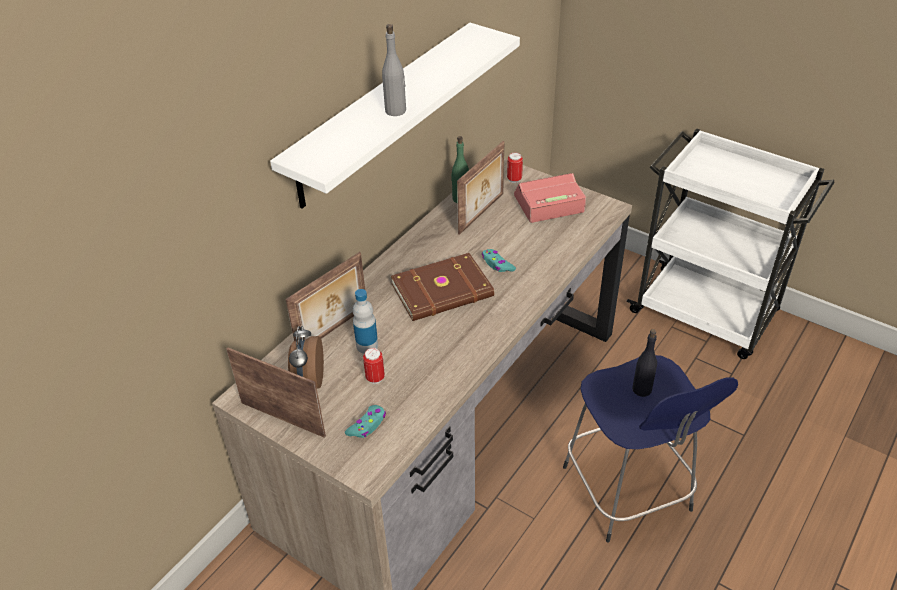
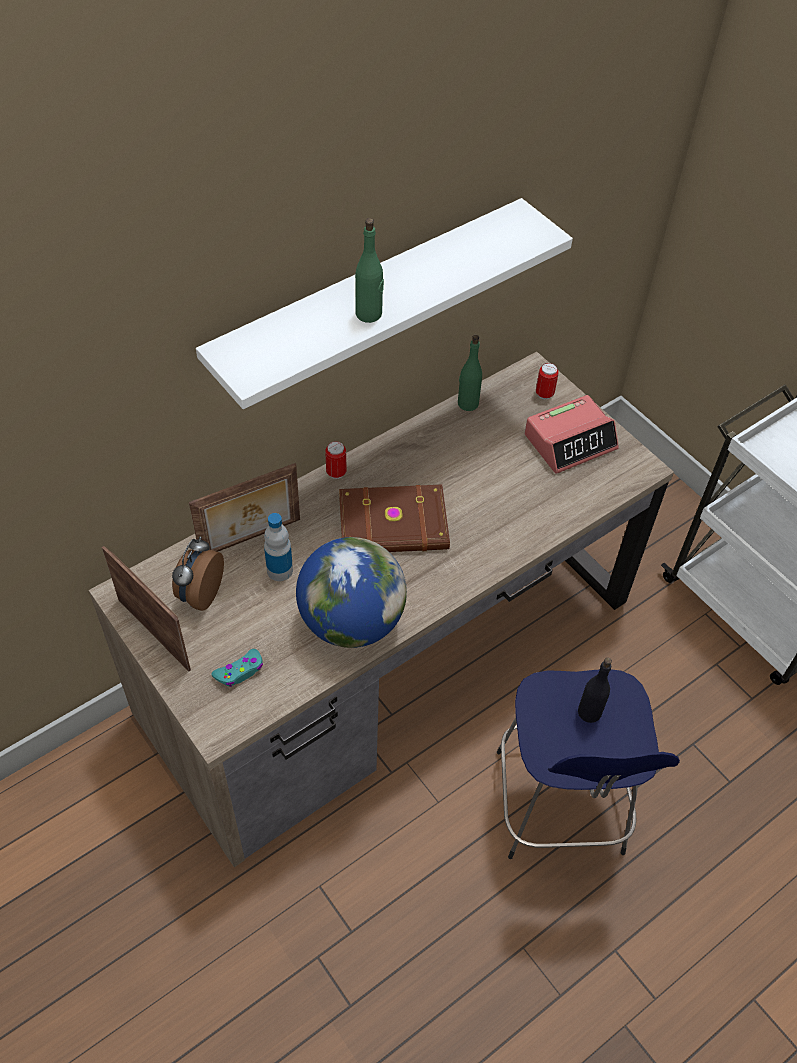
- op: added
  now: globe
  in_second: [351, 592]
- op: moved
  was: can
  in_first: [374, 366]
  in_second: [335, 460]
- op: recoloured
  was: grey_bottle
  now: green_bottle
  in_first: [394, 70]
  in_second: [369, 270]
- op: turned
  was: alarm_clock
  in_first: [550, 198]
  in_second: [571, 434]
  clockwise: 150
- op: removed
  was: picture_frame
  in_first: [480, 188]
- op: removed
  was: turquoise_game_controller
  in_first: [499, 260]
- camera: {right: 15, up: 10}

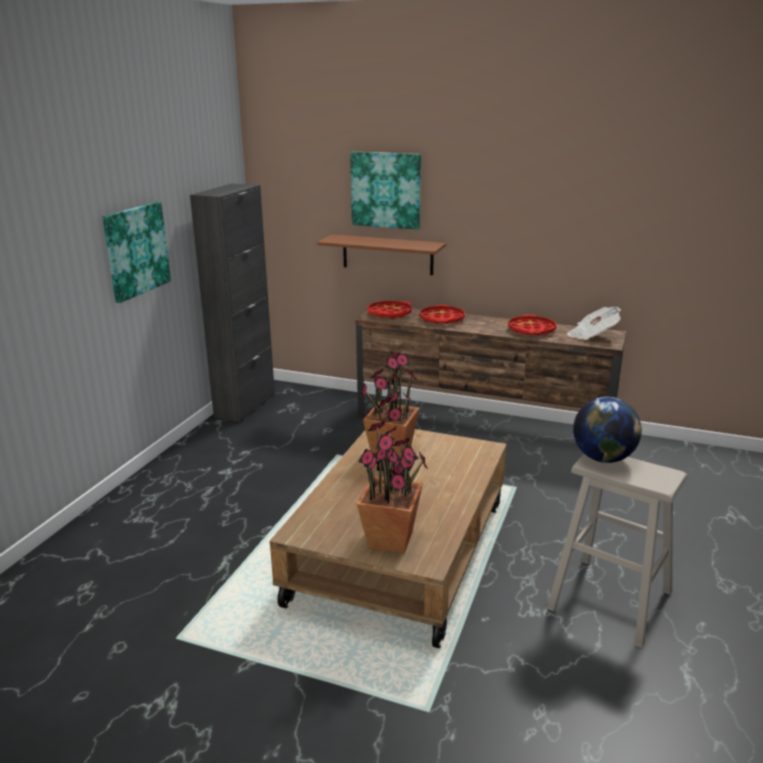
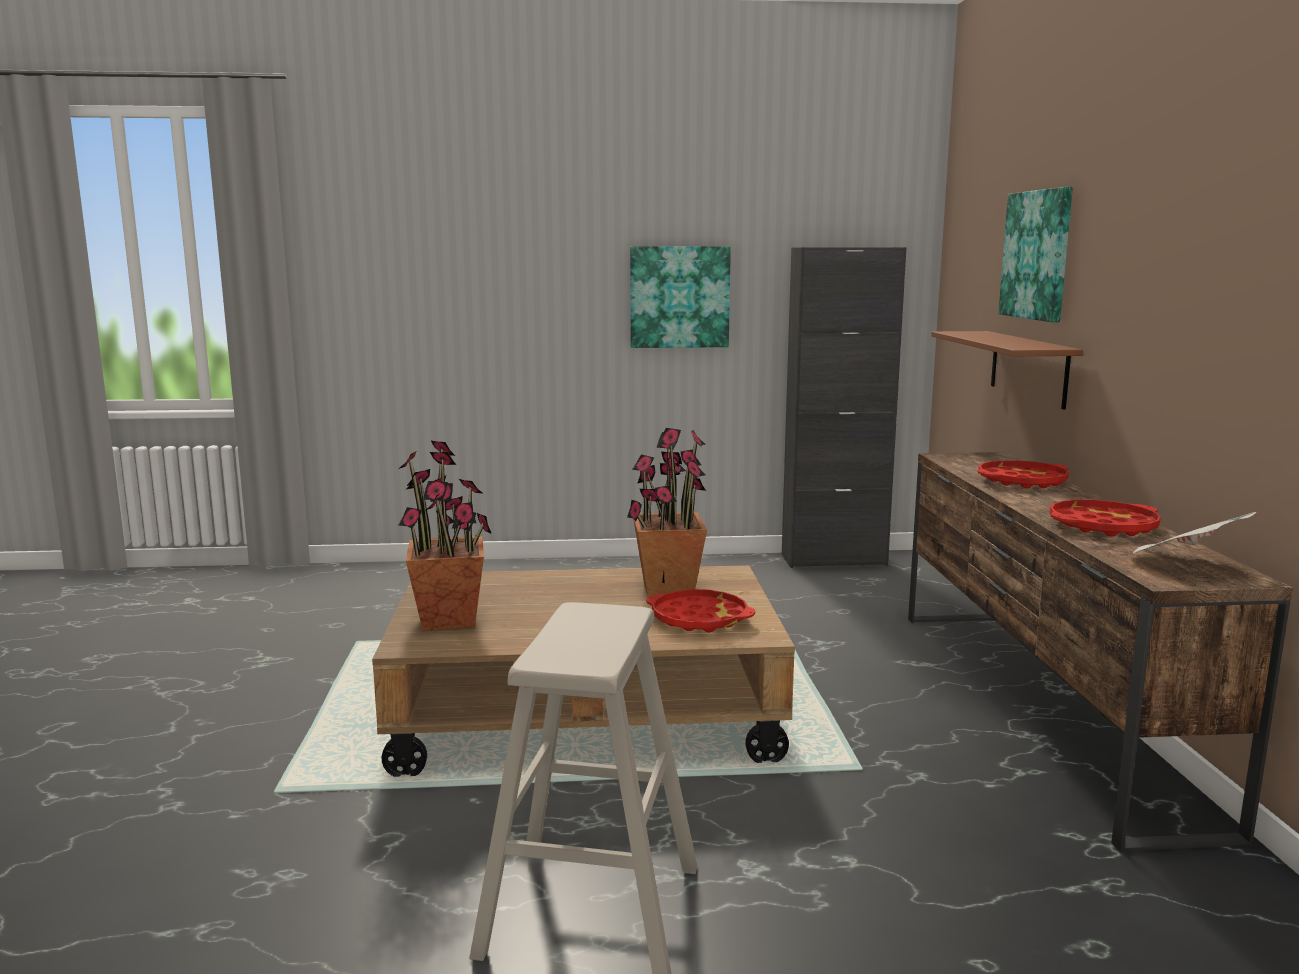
- op: moved
  was: red_tray
  in_first: [389, 310]
  in_second: [700, 610]
- op: removed
  was: globe
  in_first: [607, 430]
- camera: {right: 65, up: -10}

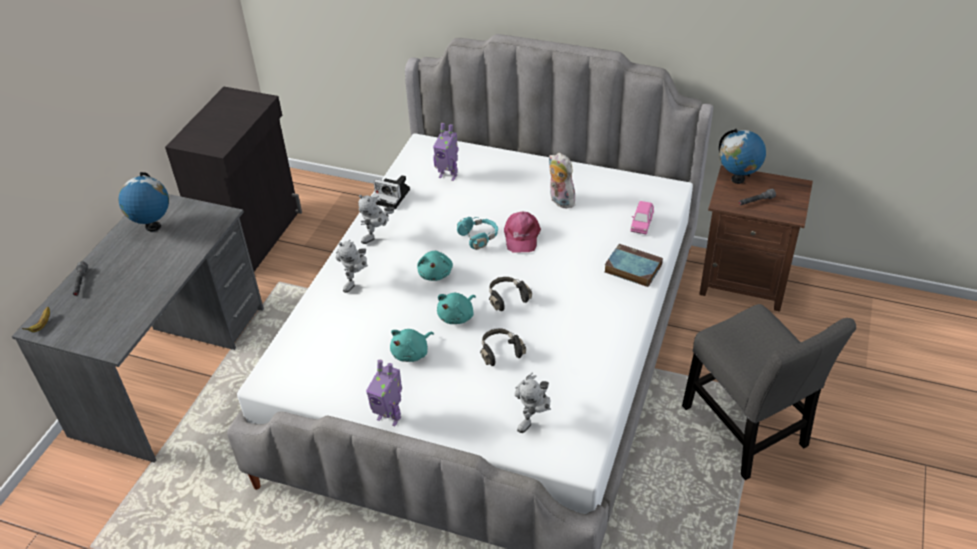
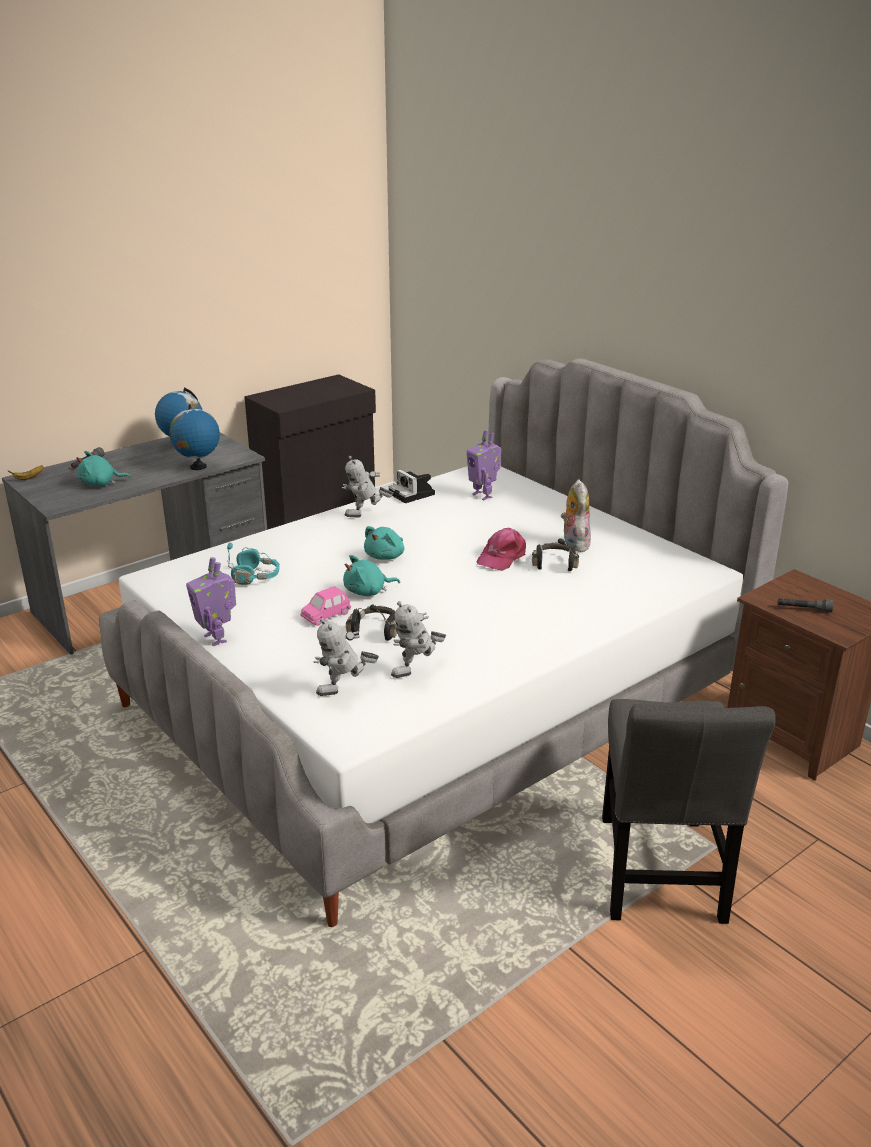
- op: moved
  was: turquoise_plush_toy
  in_first: [412, 345]
  in_second: [103, 468]
- op: moved
  was: globe
  in_first: [742, 156]
  in_second: [194, 437]
- op: moved
  was: turquoise_headphones
  in_first: [477, 233]
  in_second: [253, 564]
- op: moved
  was: pink_toy_car
  in_first: [642, 217]
  in_second: [325, 606]
- op: moved
  was: toy_robot
  in_first: [352, 266]
  in_second: [418, 639]
- op: moved
  was: black_headphones
  in_first: [510, 294]
  in_second: [555, 554]
- op: removed
  was: book
  in_first: [633, 265]
- camera: {right: 30, up: -15}

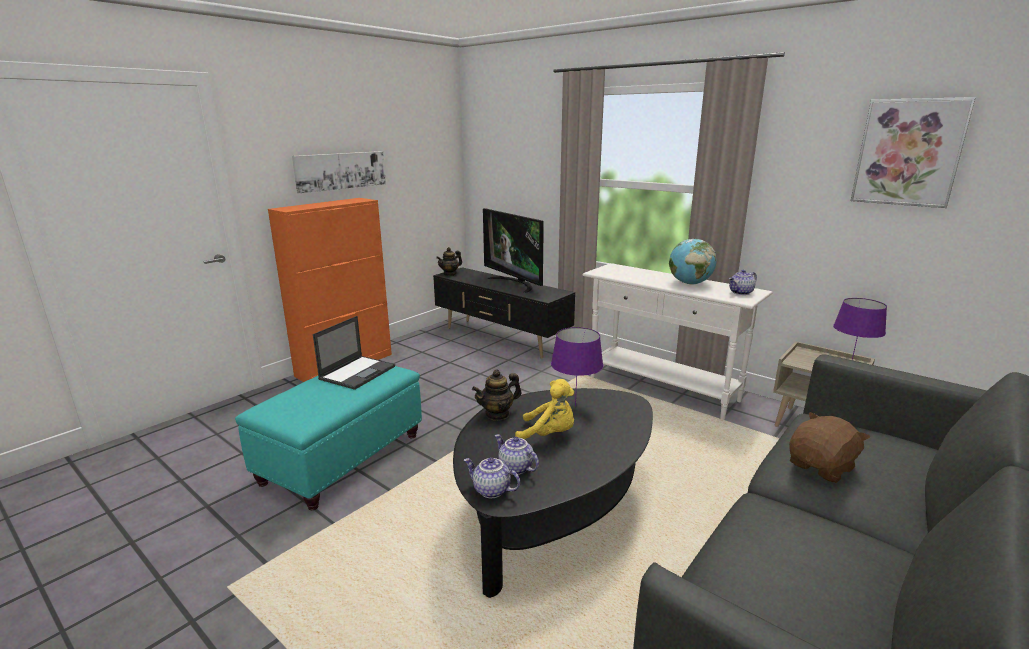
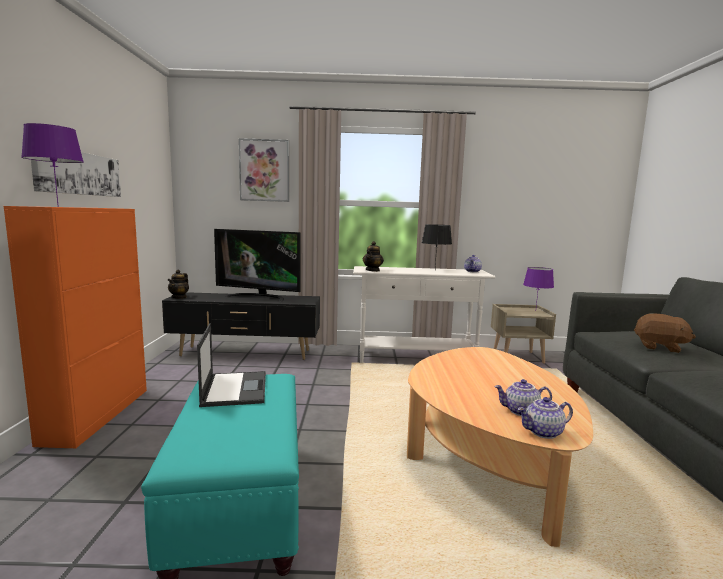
- op: moved
  was: purple_table_lamp
  in_first: [577, 366]
  in_second: [52, 165]
- op: moved
  was: picture
  in_first: [913, 152]
  in_second: [264, 170]
- op: moved
  was: teapot
  in_first: [496, 395]
  in_second: [373, 256]
- op: recoloured
  was: black_coffee_table
  now: beige_coffee_table
  in_first: [553, 493]
  in_second: [500, 447]
- op: replaced
  was: globe
  now: black_table_lamp
  in_first: [692, 262]
  in_second: [437, 245]
- op: turned
  was: brown_plush_toy
  in_first: [829, 447]
  in_second: [665, 333]
  clockwise: 105
- op: removed
  was: yellow_plush_toy
  in_first: [544, 409]
- camera: {right: -40, up: -10}

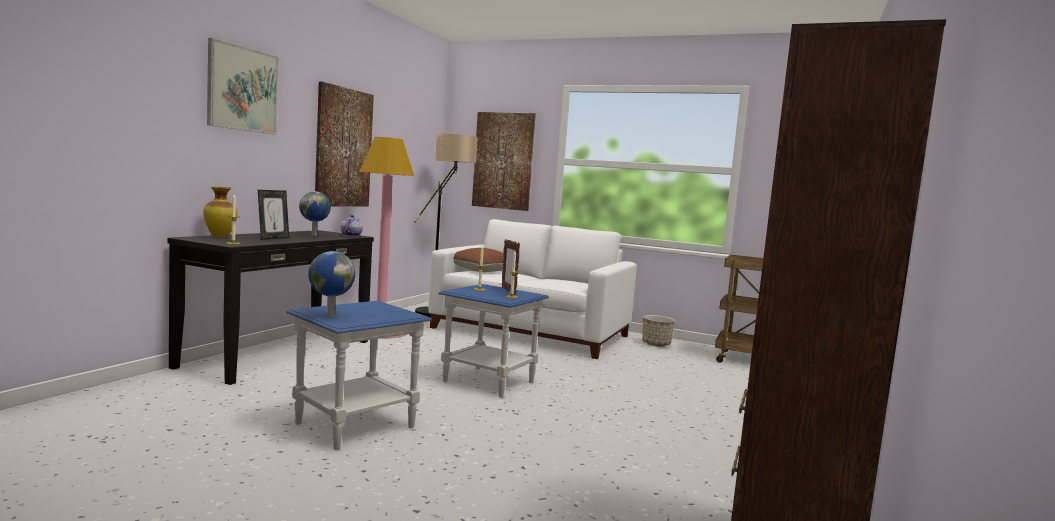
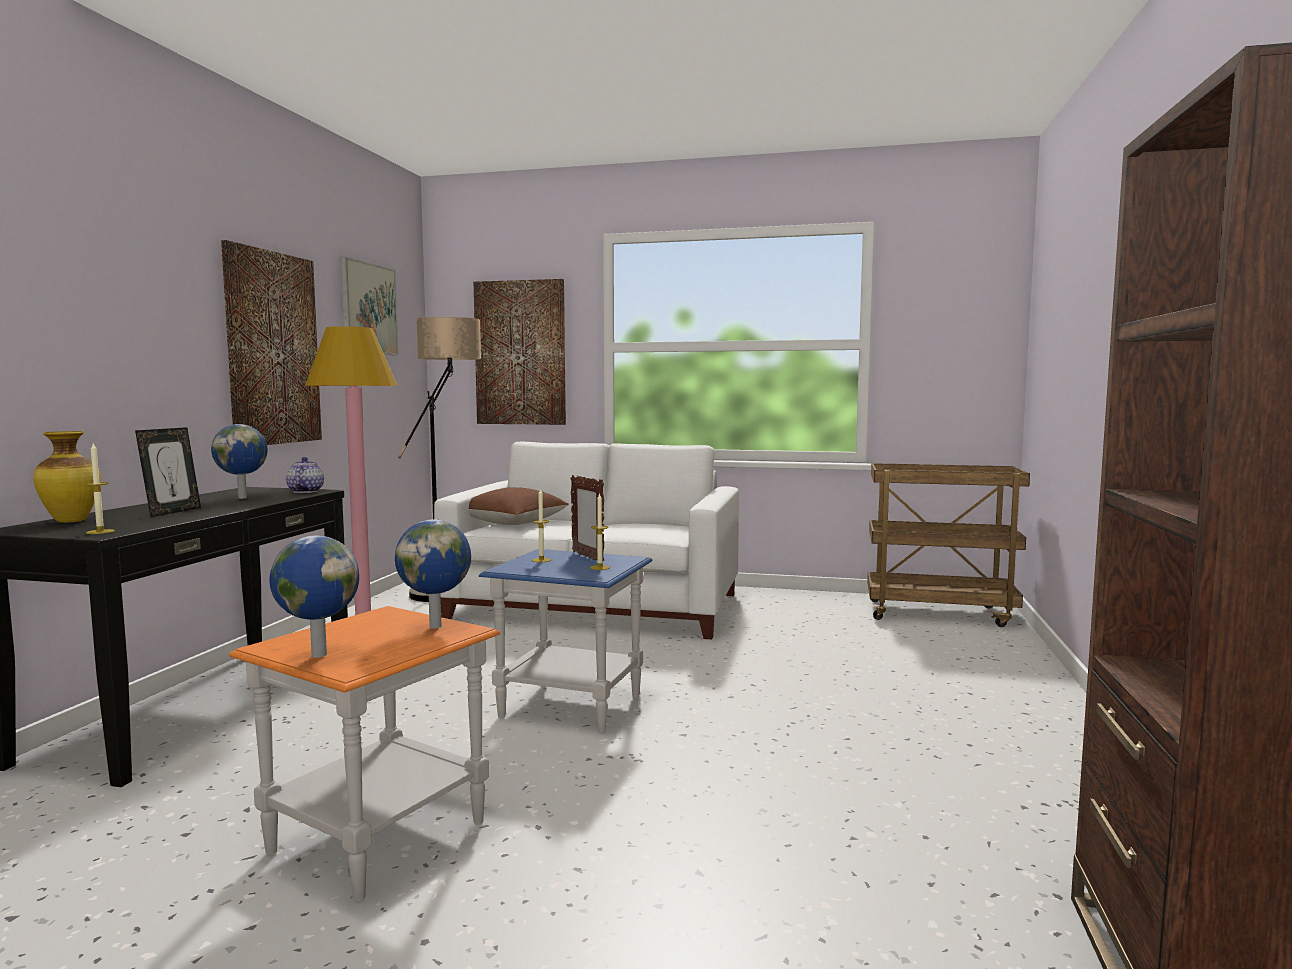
- op: recoloured
  was: blue_side_table
  now: orange_side_table
  in_first: [359, 375]
  in_second: [364, 753]
- op: moved
  was: picture
  in_first: [242, 86]
  in_second: [370, 306]
- op: added
  now: globe
  in_second: [433, 573]
- op: removed
  was: planter
  in_first: [658, 331]
- camera: {right: -10, up: 0}

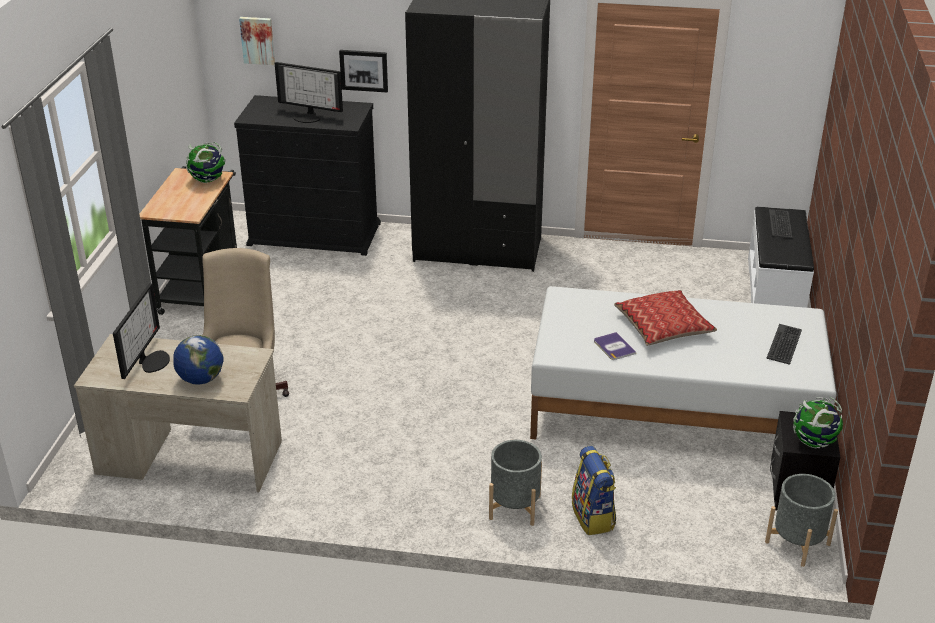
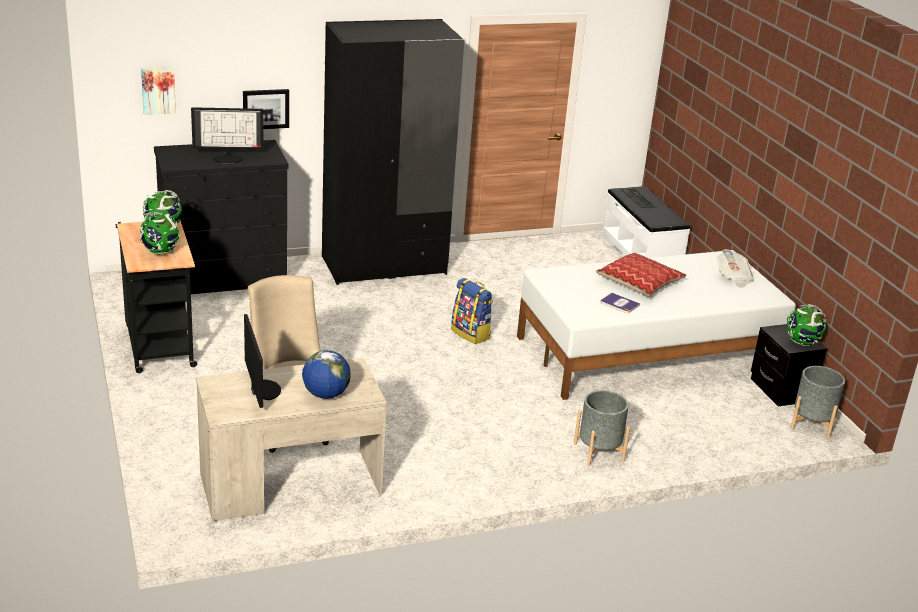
- op: added
  now: globe
  in_second: [160, 233]
- op: moved
  was: backpack
  in_first: [594, 490]
  in_second: [472, 311]
- op: replaced
  was: keyboard
  now: newspaper
  in_first: [784, 344]
  in_second: [735, 268]
- camera: {right: -30, up: -5}

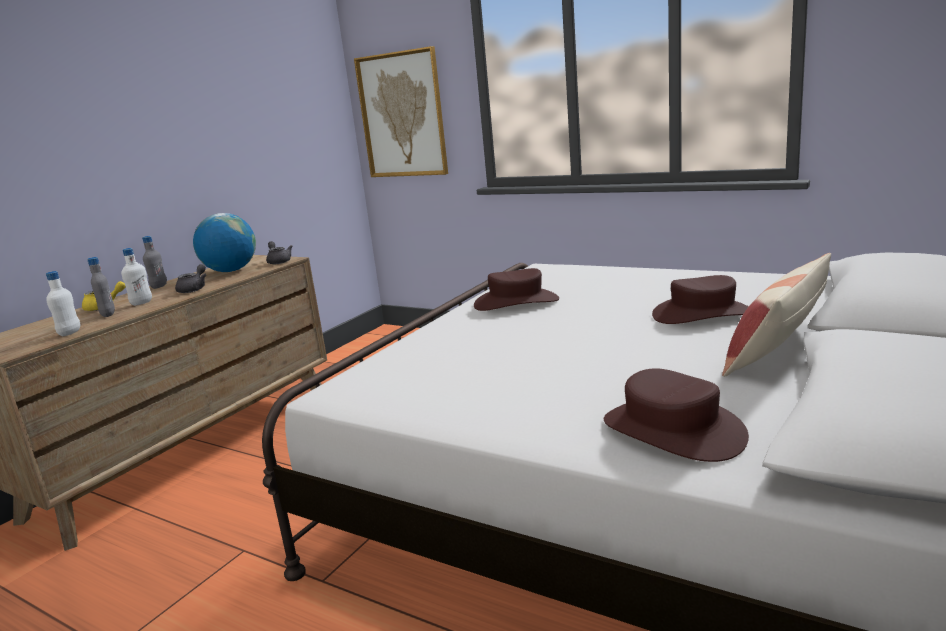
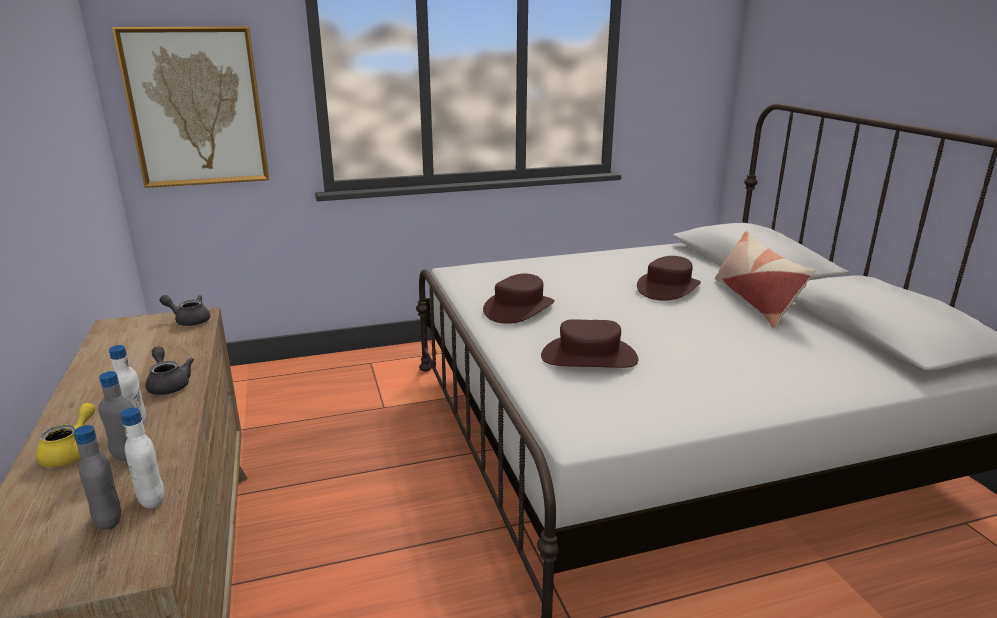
- op: moved
  was: grey_bottle
  in_first: [154, 262]
  in_second: [97, 477]
- op: moved
  was: brown_hat
  in_first: [676, 415]
  in_second: [589, 343]
- op: removed
  was: globe
  in_first: [224, 242]
- camera: {right: -50, up: 5}

